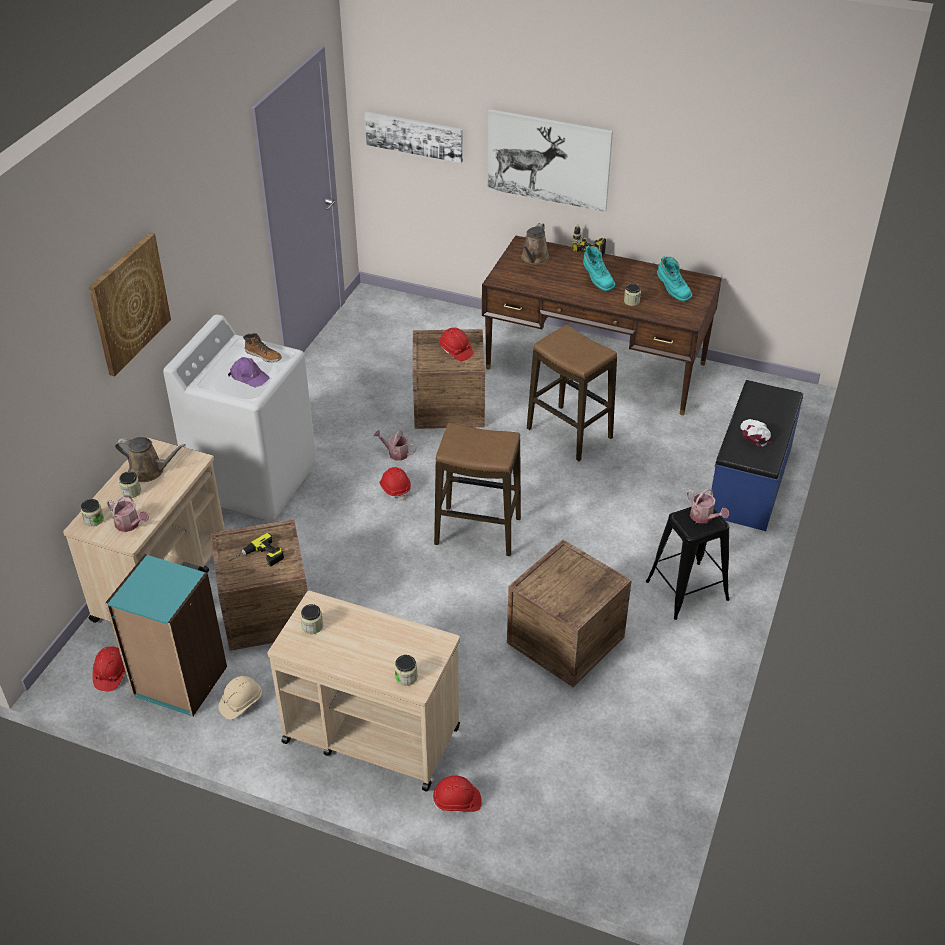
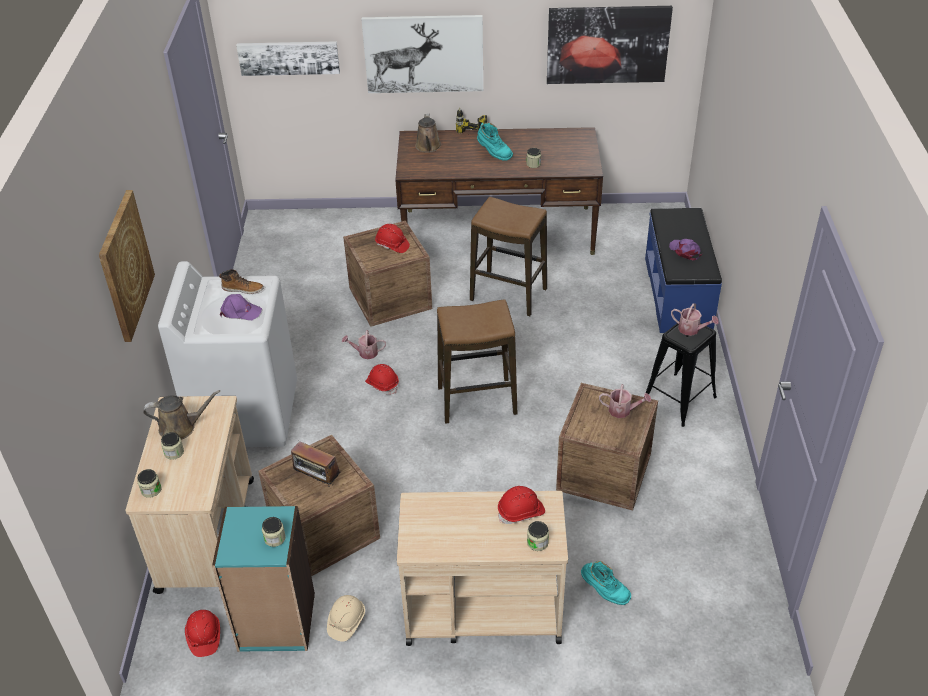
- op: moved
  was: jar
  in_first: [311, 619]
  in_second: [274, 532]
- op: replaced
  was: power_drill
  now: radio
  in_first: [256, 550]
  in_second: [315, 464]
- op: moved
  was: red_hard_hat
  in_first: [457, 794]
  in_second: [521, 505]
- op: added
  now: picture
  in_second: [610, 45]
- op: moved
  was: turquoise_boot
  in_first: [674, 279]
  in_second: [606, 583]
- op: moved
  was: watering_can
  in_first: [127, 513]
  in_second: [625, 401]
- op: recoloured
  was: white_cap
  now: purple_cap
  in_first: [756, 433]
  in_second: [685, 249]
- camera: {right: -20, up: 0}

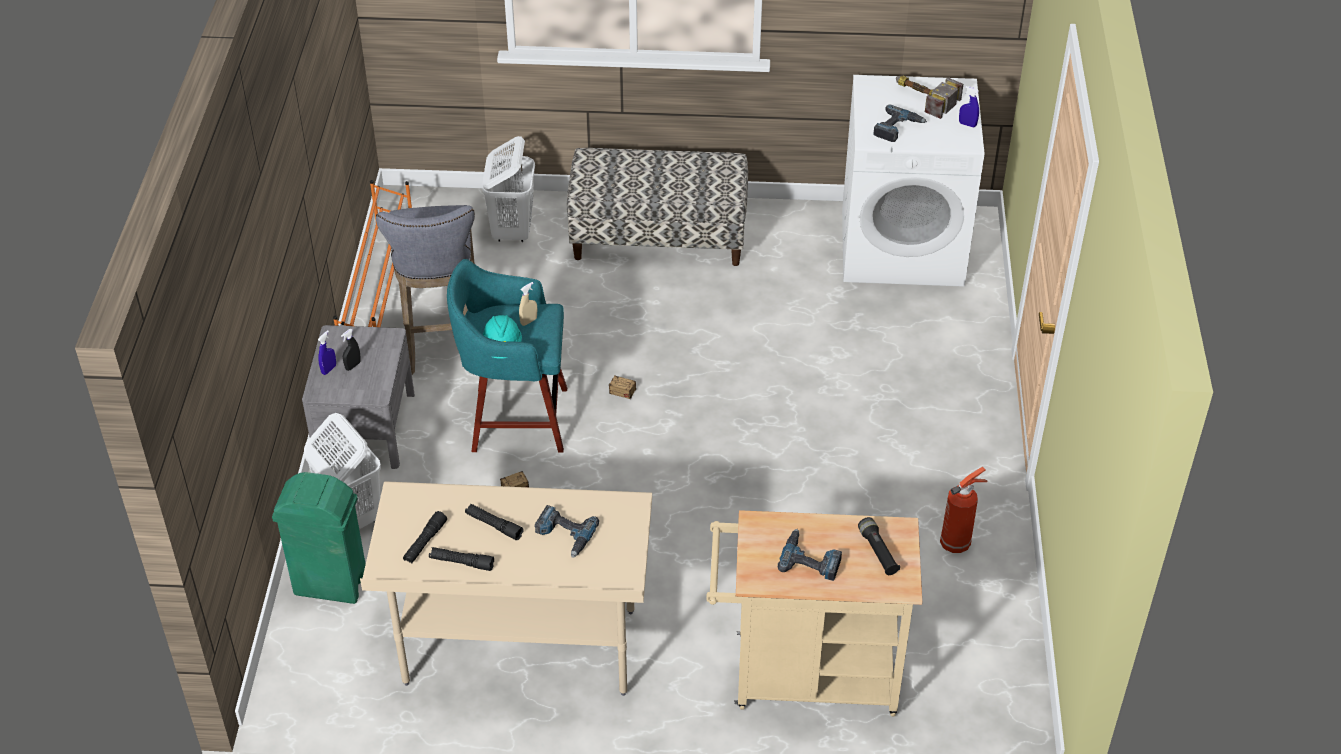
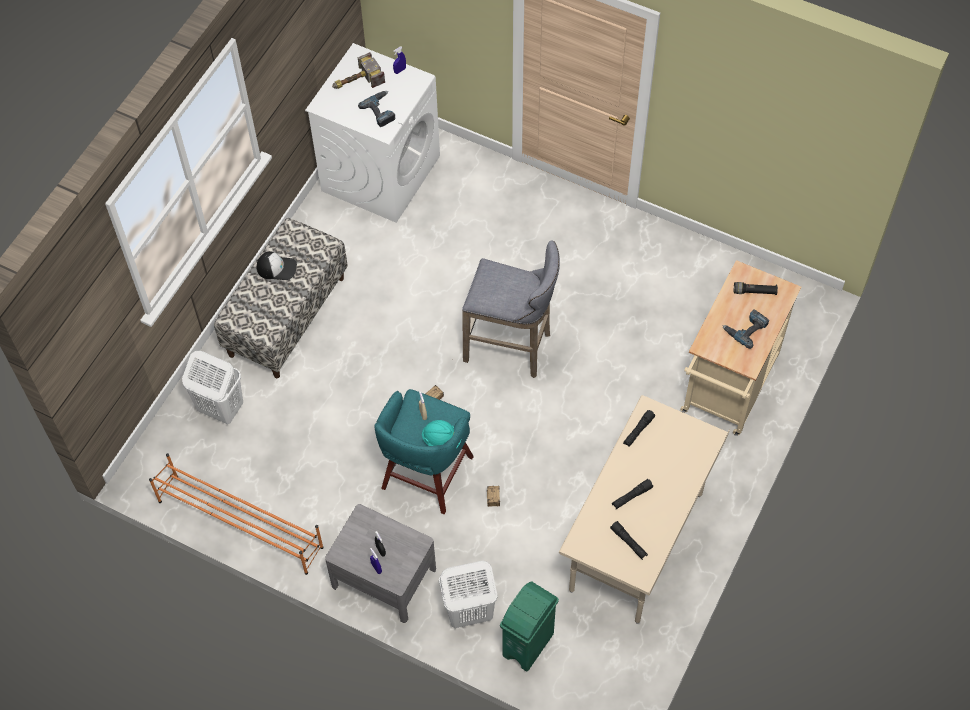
- op: added
  now: cap
  in_second: [277, 266]
- op: moved
  was: grey_stool
  in_first: [425, 290]
  in_second: [511, 309]
- op: moved
  was: black_flashlight
  in_first: [461, 559]
  in_second: [639, 428]
- op: removed
  was: power_drill
  in_first: [567, 531]
- op: removed
  was: fire_extinguisher
  in_first: [964, 510]
- camera: {right: -65, up: 15}

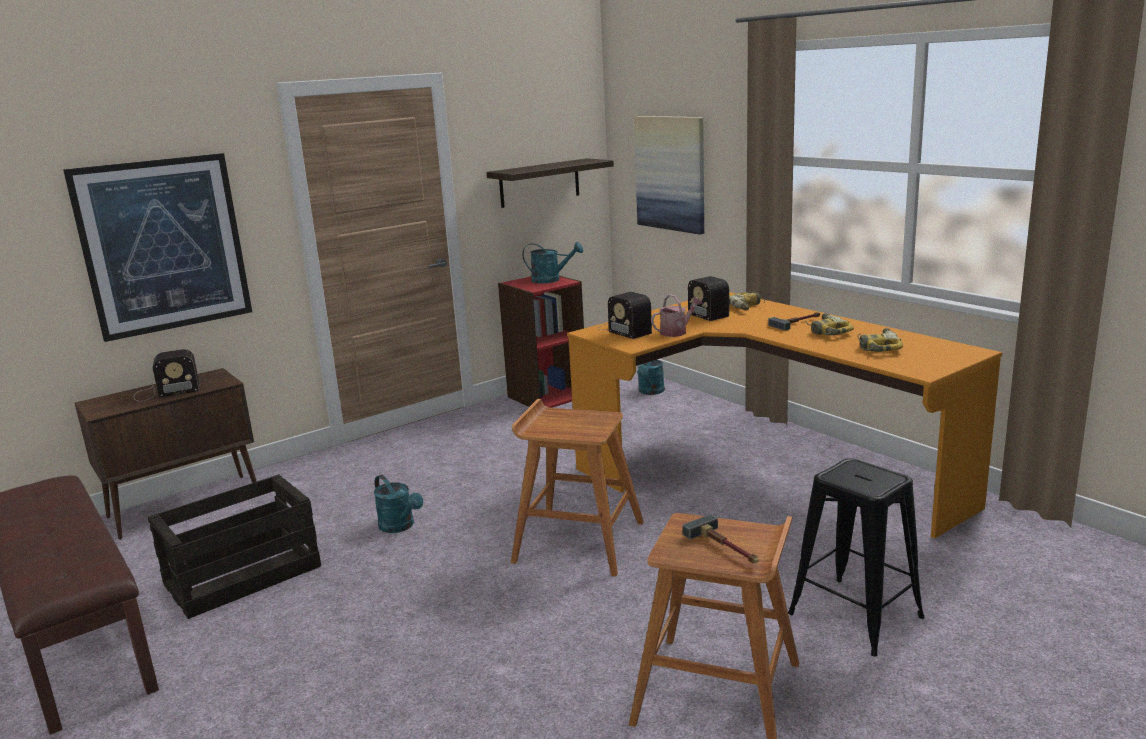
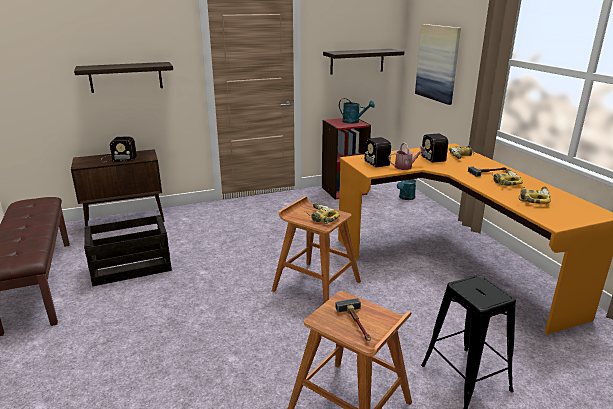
- op: replaced
  was: picture
  now: shelf
  in_first: [157, 247]
  in_second: [123, 77]
- op: added
  now: power_drill
  in_second: [322, 213]
- op: removed
  was: turquoise_watering_can
  in_first: [398, 504]
- camera: {right: 15, up: 5}

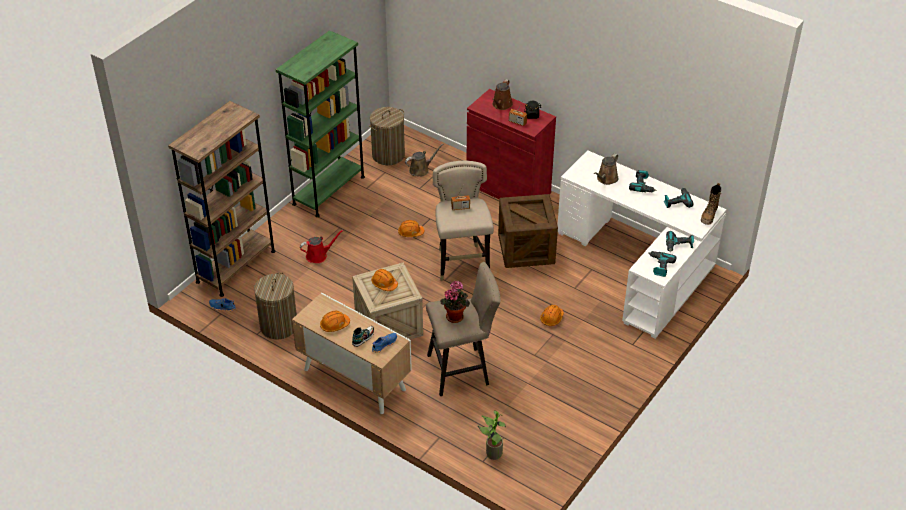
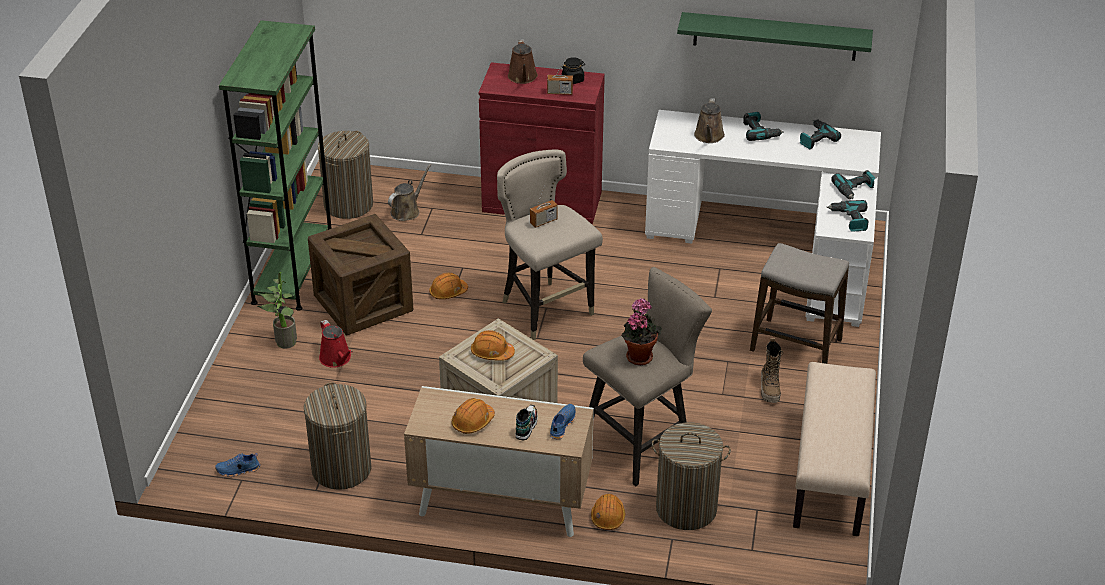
- op: moved
  was: potted_plant
  in_first: [491, 435]
  in_second: [277, 310]
- op: moved
  was: crate
  in_first: [528, 231]
  in_second: [361, 274]
- op: turned
  was: red_watering_can
  in_first: [321, 246]
  in_second: [336, 344]
  clockwise: 105
- op: moved
  was: orange_hard_hat
  in_first: [552, 315]
  in_second: [608, 512]
- op: added
  now: laundry_basket
  in_second: [691, 476]
- op: added
  now: green_shelf
  in_second: [775, 36]
- op: added
  now: stool
  in_second: [799, 303]
- op: moved
  was: boot
  in_first: [711, 204]
  in_second: [772, 370]
- op: added
  now: beige_bench
  in_second: [834, 449]
- op: removed
  was: brown_bookcase
  in_first: [222, 199]
- camera: {right: -25, up: -5}

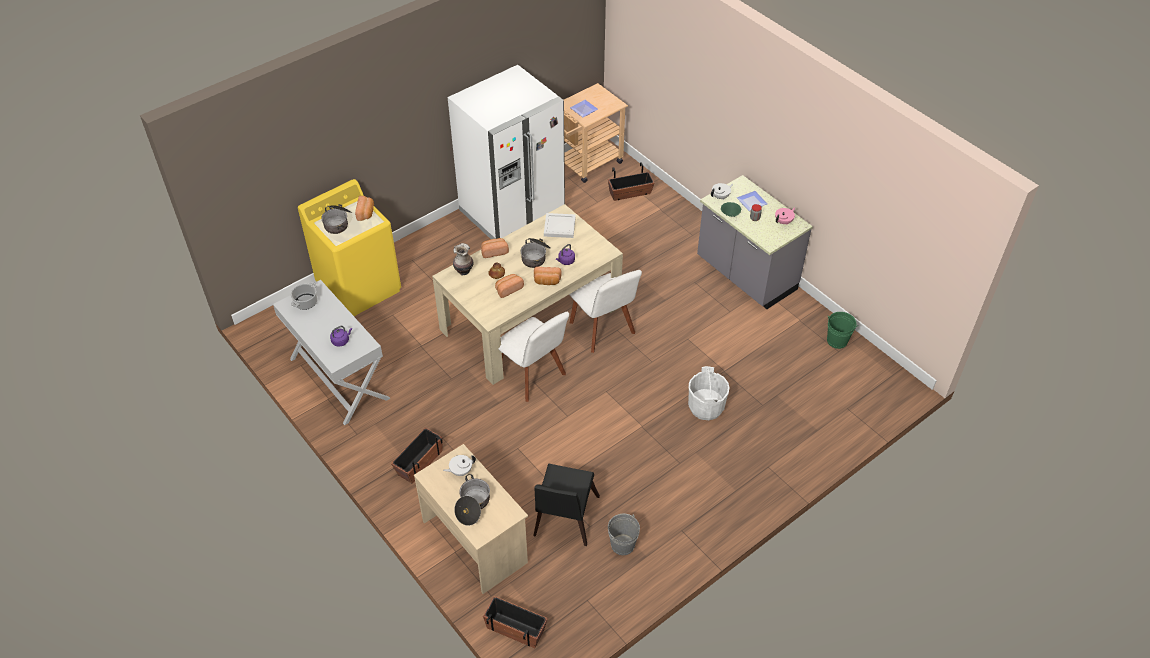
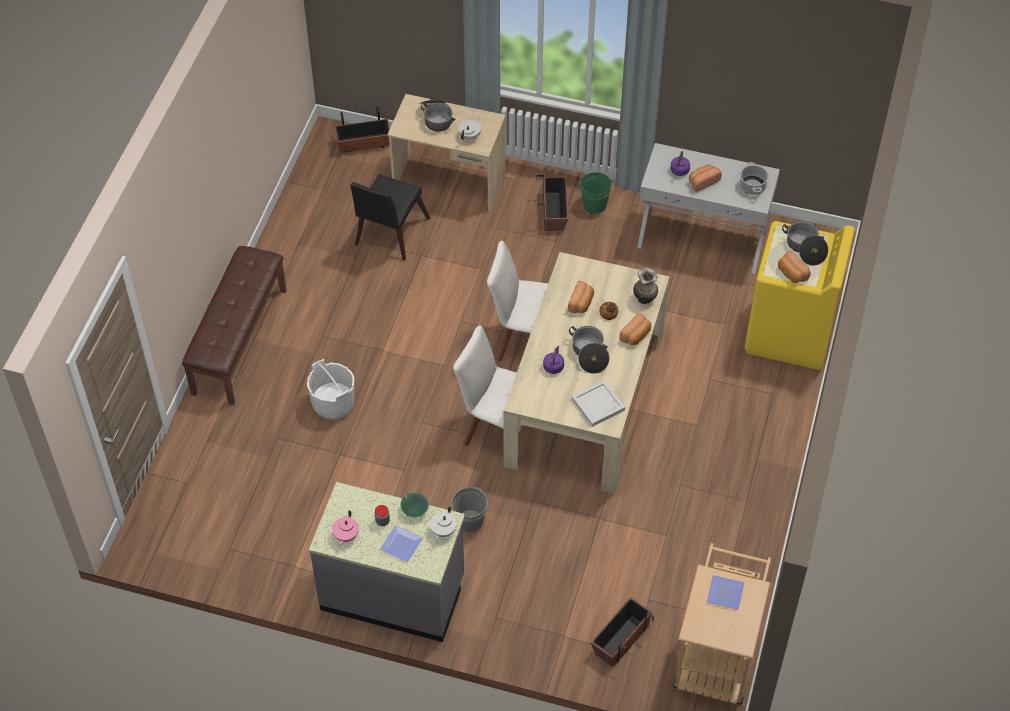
- op: added
  now: brown_bench
  in_second: [234, 325]
- op: turned
  was: black_chair
  in_first: [566, 505]
  in_second: [390, 217]
  clockwise: -135
- op: moved
  was: grey_bucket
  in_first: [624, 534]
  in_second: [470, 509]
- op: moved
  was: green_bucket
  in_first: [842, 330]
  in_second: [596, 193]
- op: moved
  was: bread
  in_first: [548, 276]
  in_second: [705, 178]
- op: removed
  was: white_fridge
  in_first: [506, 152]
- camera: {right: 145, up: 5}

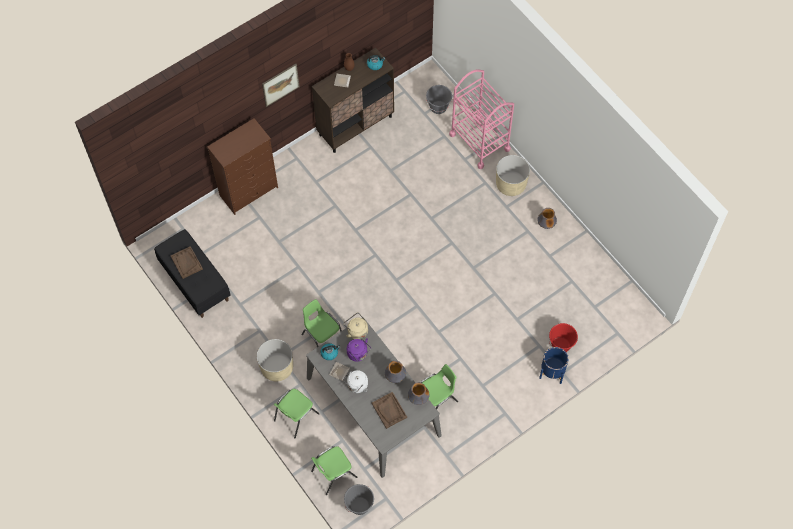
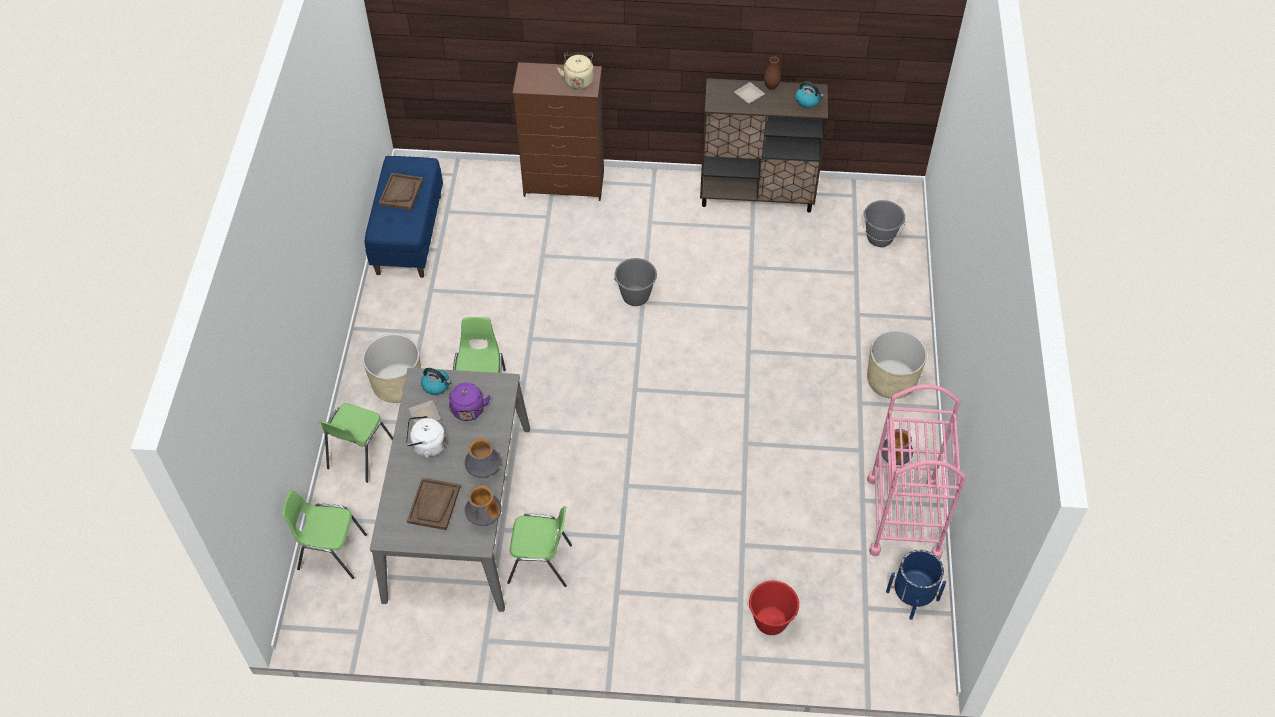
- op: turned
  was: green_chair
  in_first: [296, 413]
  in_second: [356, 443]
  clockwise: -60
- op: recoloured
  was: black_bench
  now: blue_bench
  in_first: [192, 273]
  in_second: [404, 217]
- op: moved
  was: beige_kettle
  in_first: [355, 326]
  in_second: [575, 71]
- op: moved
  was: grey_bucket
  in_first: [359, 499]
  in_second: [635, 282]
- op: moved
  was: pink_cart
  in_first: [481, 119]
  in_second: [916, 471]
- op: moved
  was: blue_planter
  in_first: [554, 365]
  in_second: [916, 585]
- op: removed
  was: picture
  in_first: [281, 85]
- camera: {right: 40, up: -10}

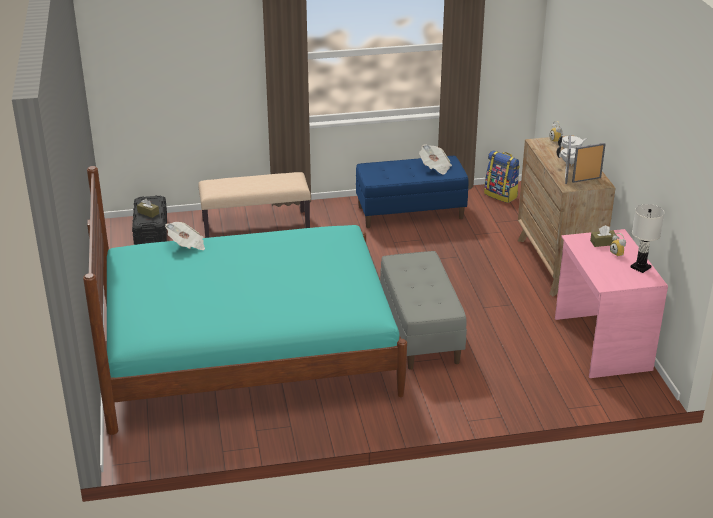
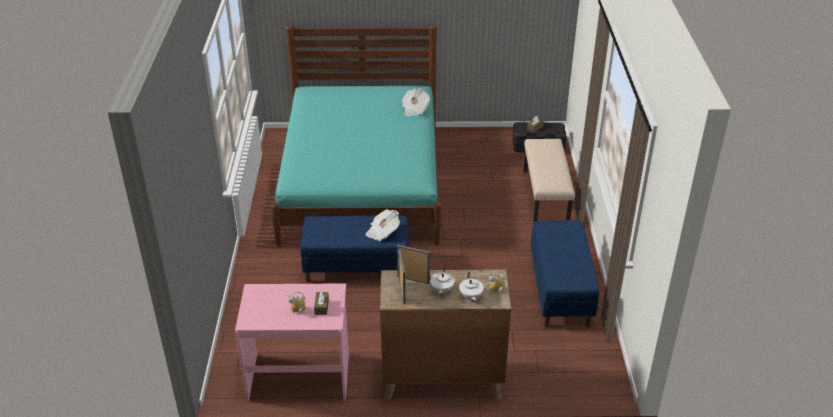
- op: recoloured
  was: grey_bench
  now: blue_bench
  in_first: [423, 310]
  in_second: [354, 249]
- op: moved
  was: newspaper
  in_first: [435, 159]
  in_second: [383, 225]
- op: removed
  was: backpack
  in_first: [502, 176]
- op: removed
  was: white_table_lamp
  in_first: [647, 238]
- camera: {right: 100, up: 5}

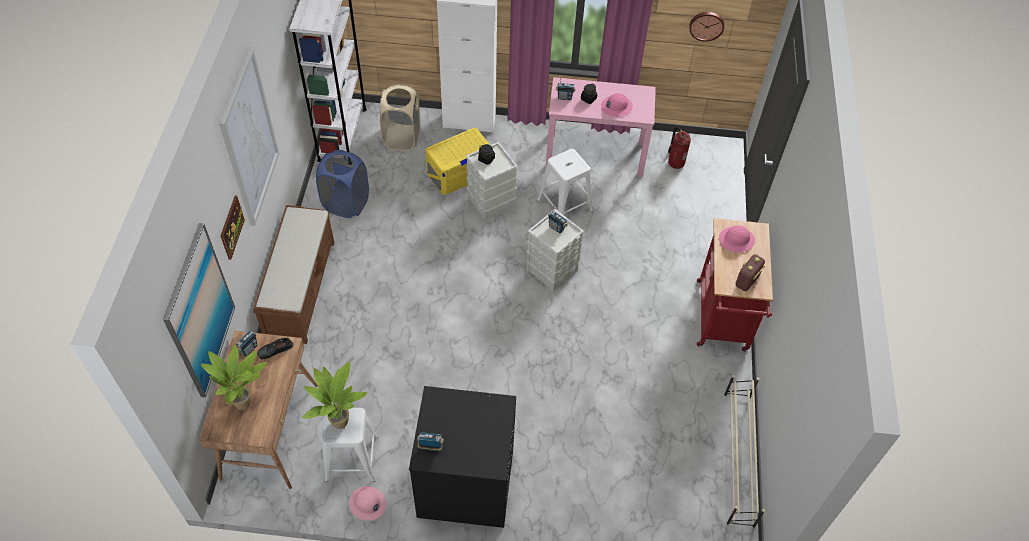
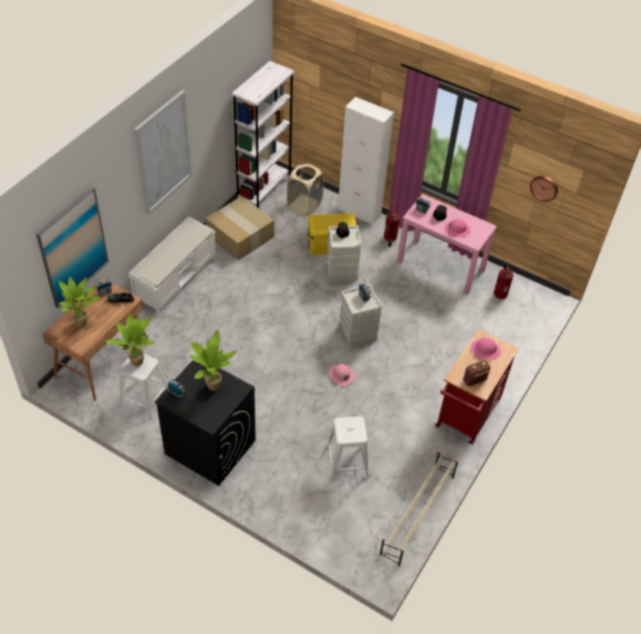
- op: recoloured
  was: brown_bench
  now: white_bench
  in_first: [293, 274]
  in_second: [172, 266]
- op: added
  now: potted_plant
  in_second: [213, 360]
- op: replaced
  was: blue_laundry_basket
  now: cardboard_box
  in_first: [342, 184]
  in_second: [239, 228]
- op: moved
  was: white_stool
  in_first: [565, 182]
  in_second: [347, 448]
- op: moved
  was: pink_hard_hat
  in_first: [367, 503]
  in_second: [342, 375]
- op: added
  now: fire_extinguisher
  in_second: [392, 225]
- op: removed
  was: picture
  in_first: [232, 227]
- camera: {right: 25, up: -5}

